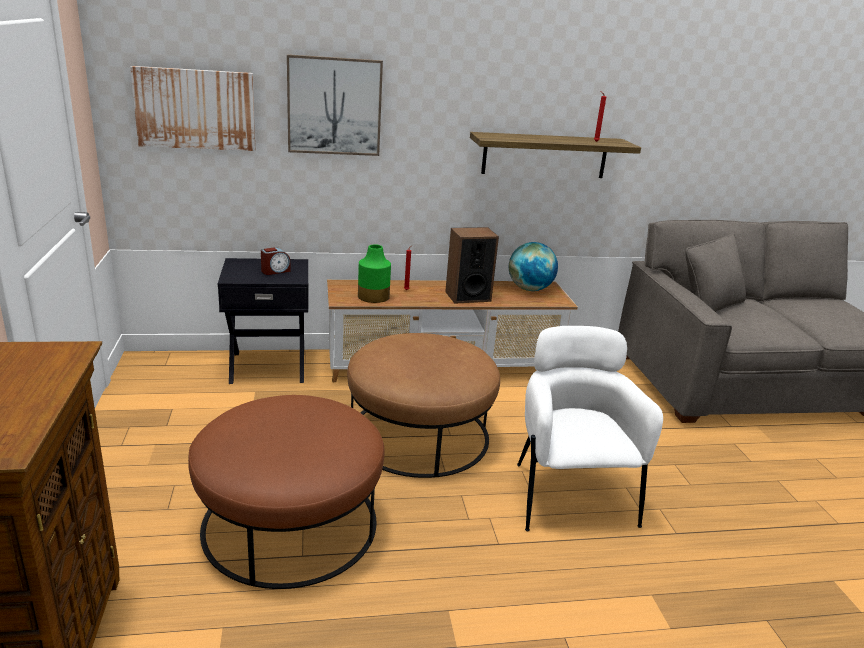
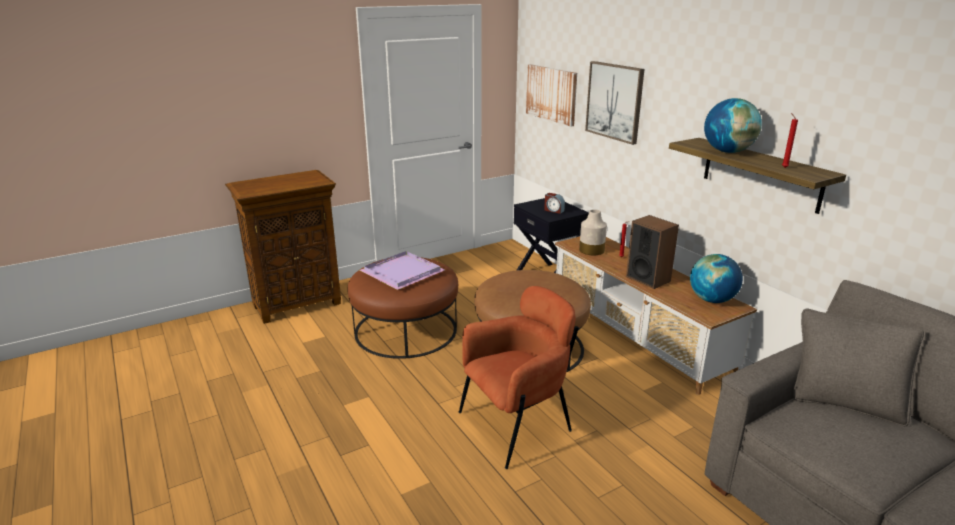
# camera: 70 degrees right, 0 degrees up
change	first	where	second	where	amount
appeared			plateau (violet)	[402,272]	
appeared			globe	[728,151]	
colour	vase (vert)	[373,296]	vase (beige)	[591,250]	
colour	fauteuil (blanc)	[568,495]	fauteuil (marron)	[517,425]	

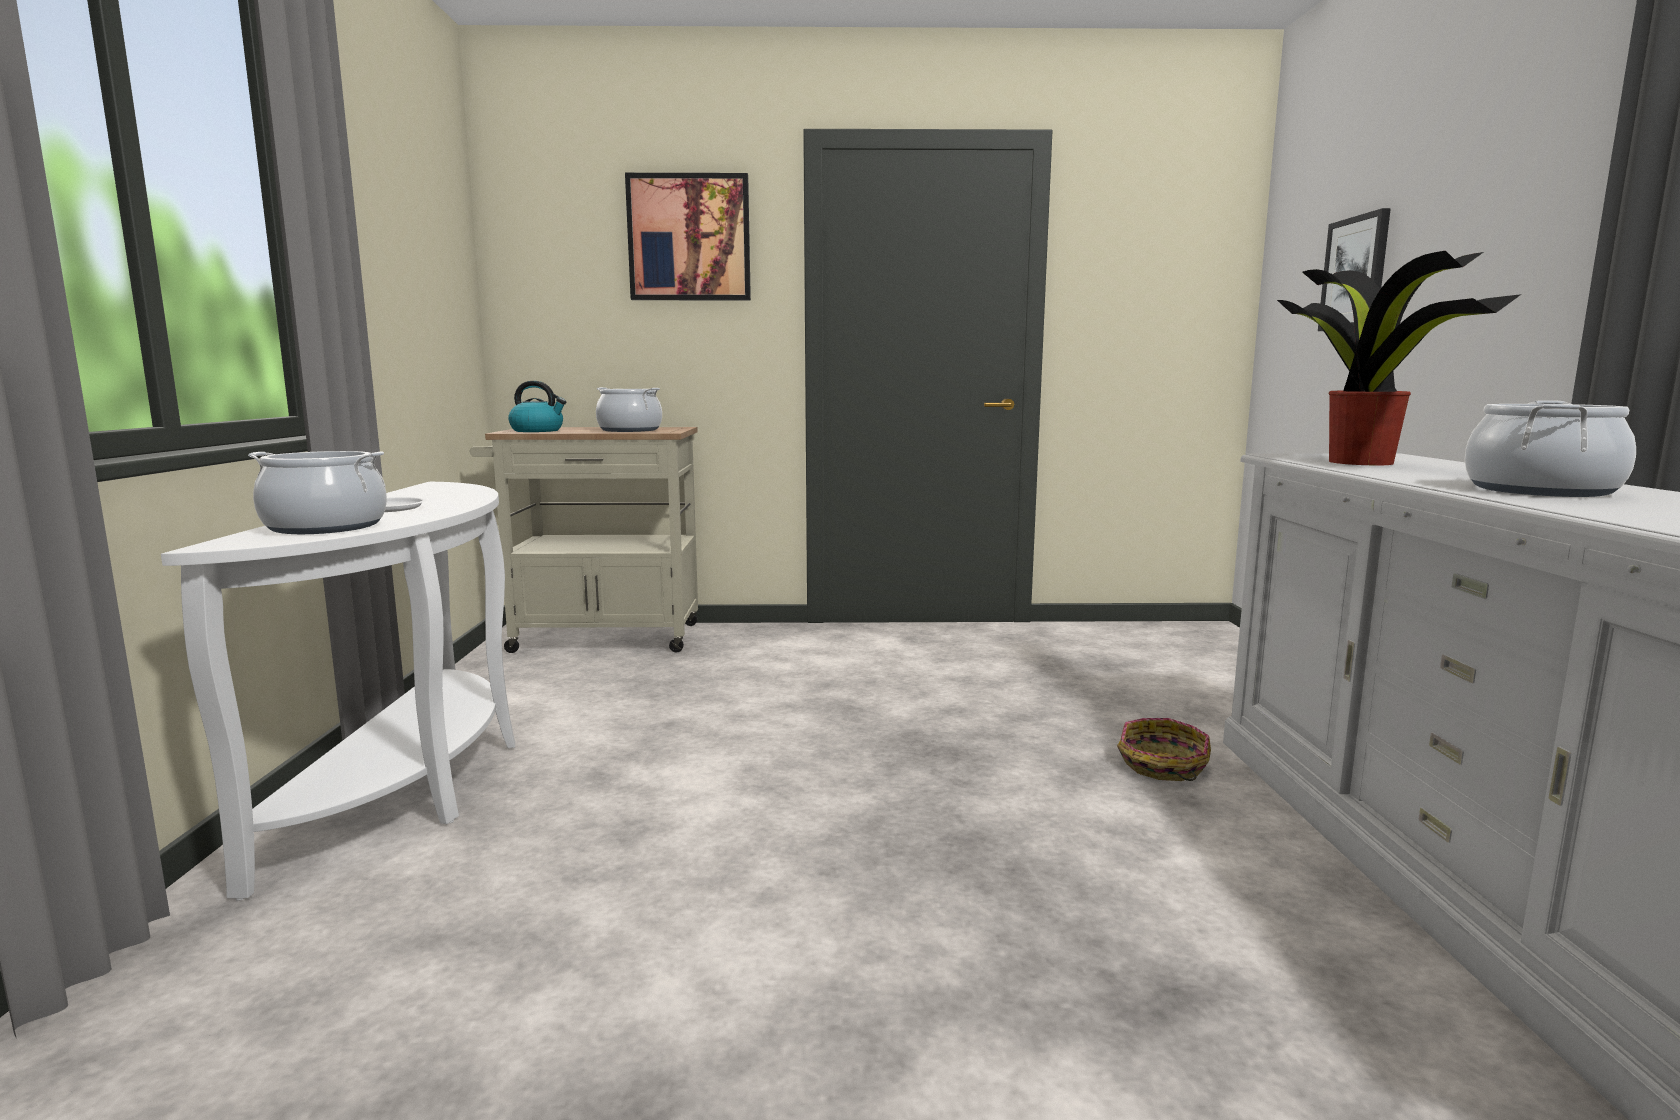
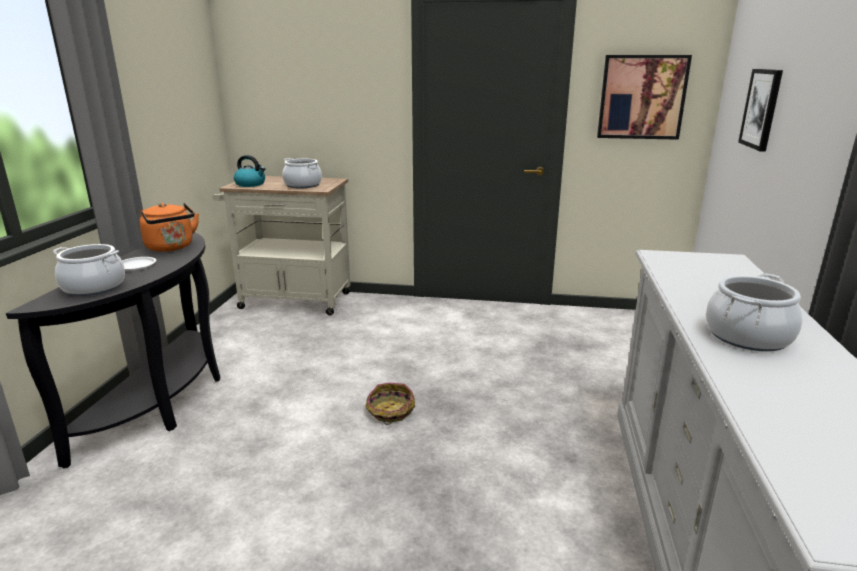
# camera: 10 degrees right, 10 degrees up
change	first	where	second	where	amount
missing	plante en pot	[1363,463]			
appeared			bouilloire (orange)	[171,247]	
relocated	tableau	[689,238]		[642,97]	
relocated	panier	[1162,766]		[390,411]	
colour	table console (blanc)	[419,782]	table console (noir)	[165,400]	

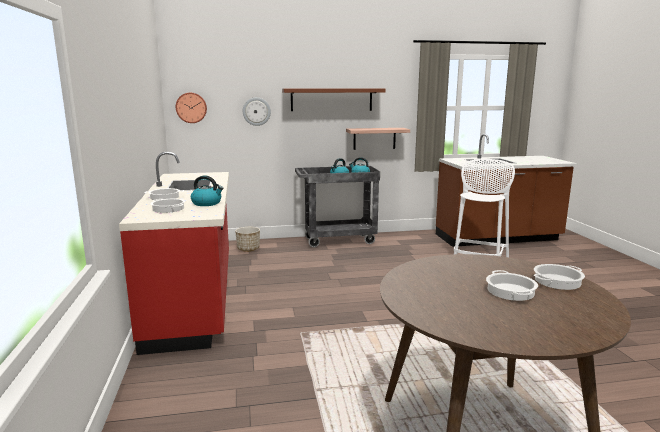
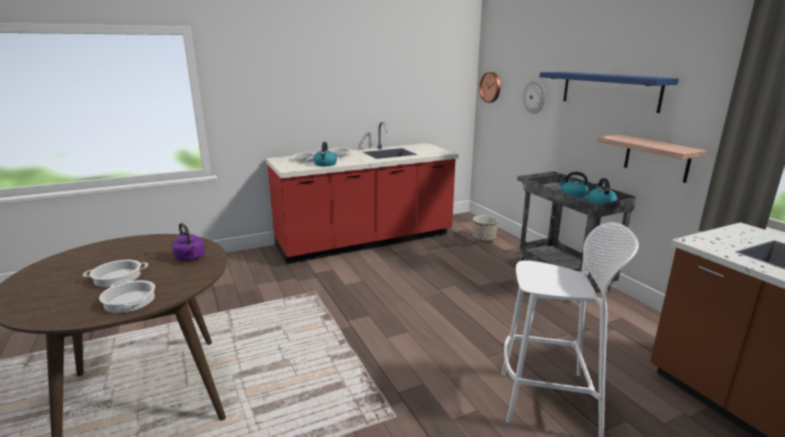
# camera: 75 degrees right, 5 degrees up
change	first	where	second	where	amount
appeared			bouilloire (violet)	[190,258]	
colour	étagère (marron)	[331,99]	étagère (bleu)	[609,90]	

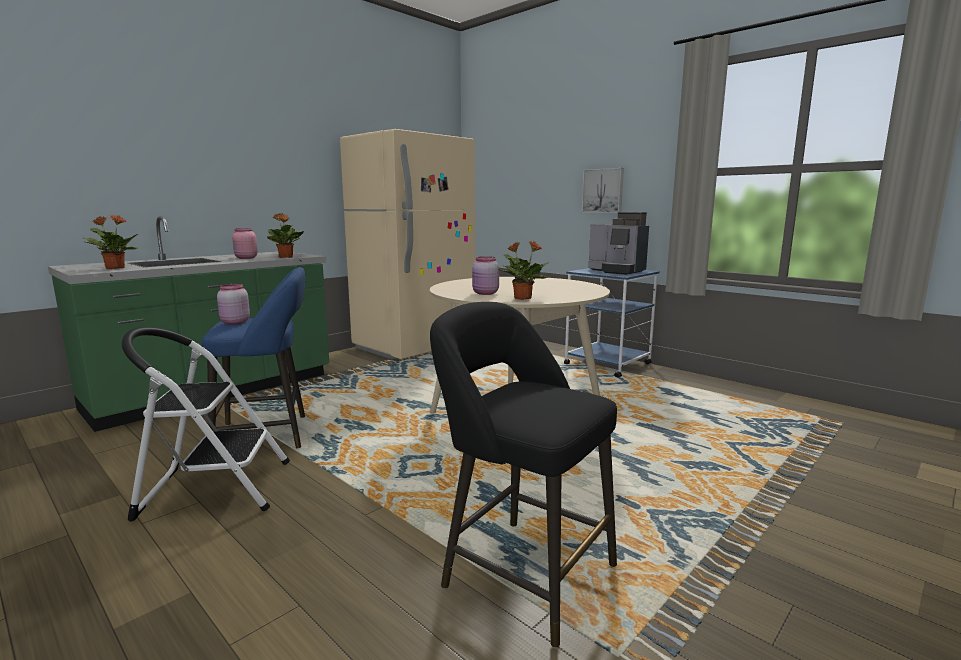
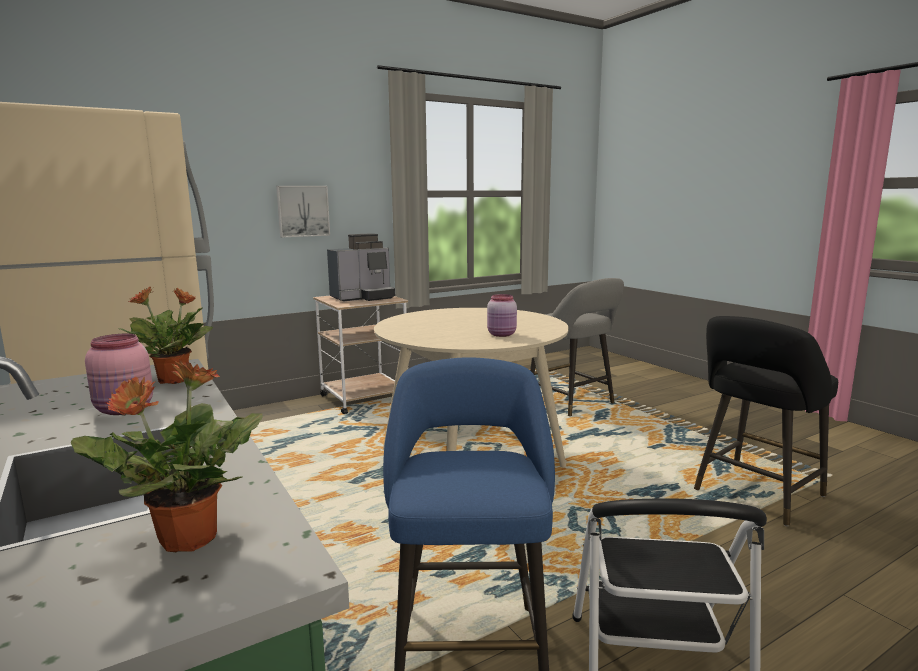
# camera: 75 degrees left, 0 degrees up
change	first	where	second	where	amount
missing	bocal (rose)	[234,322]			
missing	plante en pot	[522,298]			
appeared			tabouret (gris)	[573,403]	
colour	chariot (bleu)	[608,365]	chariot (beige)	[365,398]	

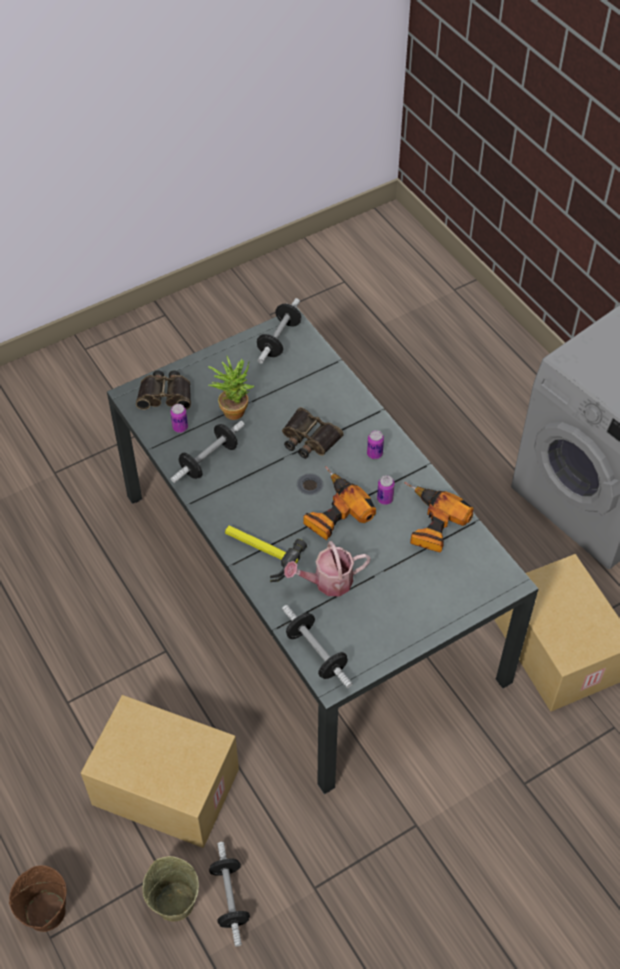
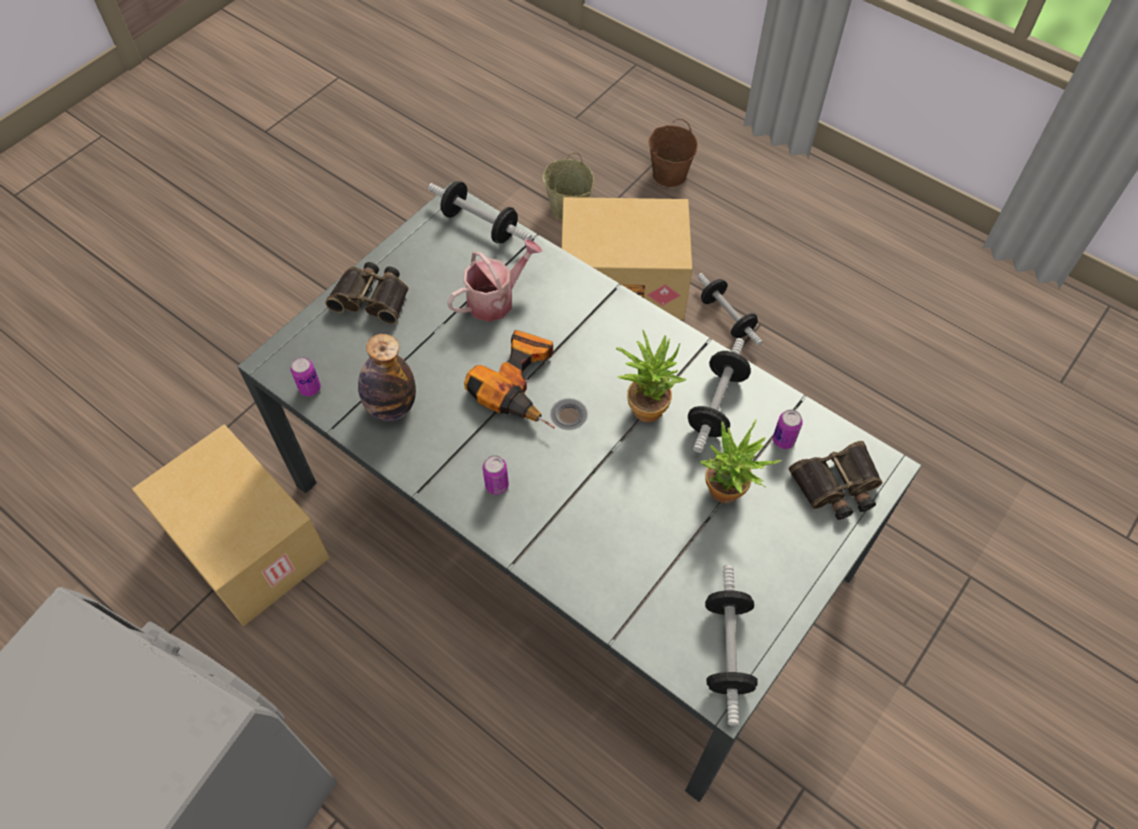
# camera: 160 degrees right, 5 degrees up
change	first	where	second	where	amount
missing	marteau	[259,551]			
appeared			plante en pot	[646,403]	
relocated	haltère	[230,898]		[727,317]	
relocated	jumelles	[308,439]		[372,297]	
relocated	boîte métallique	[385,499]		[310,388]	
exchanged	perceuse	[430,523]	bouteille	[391,406]	

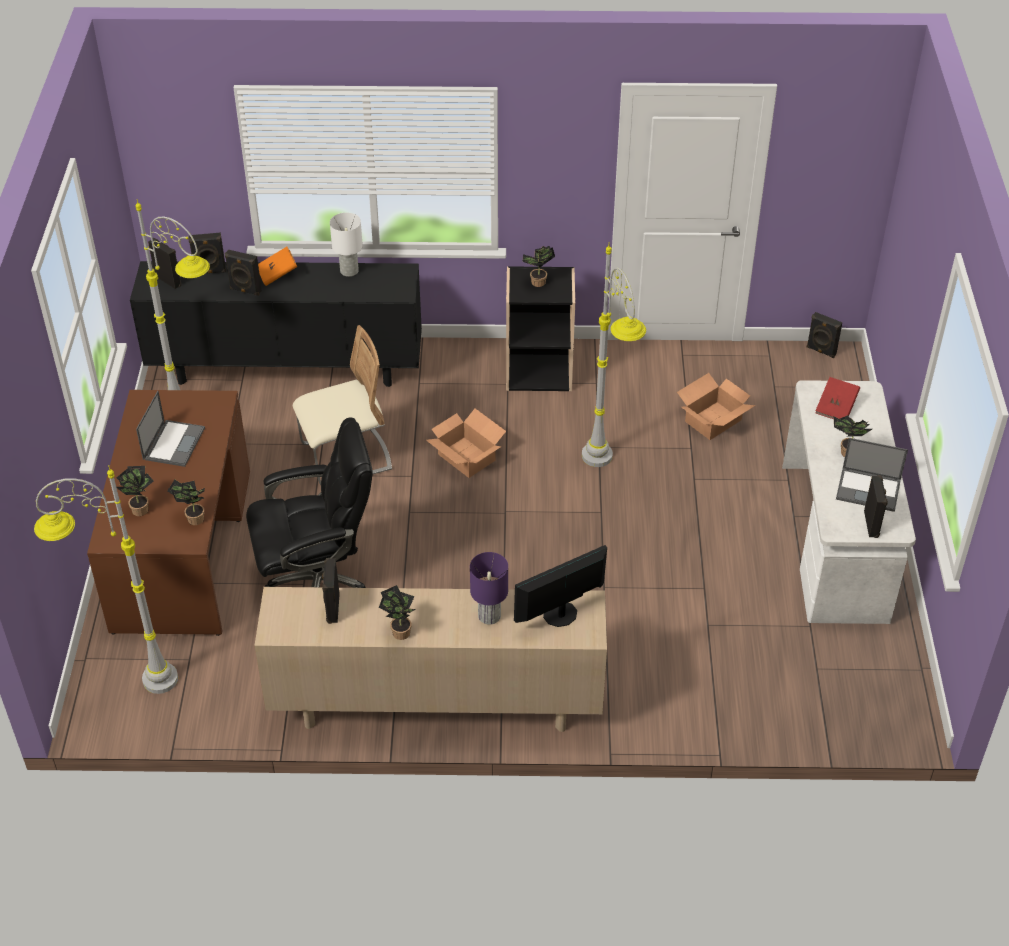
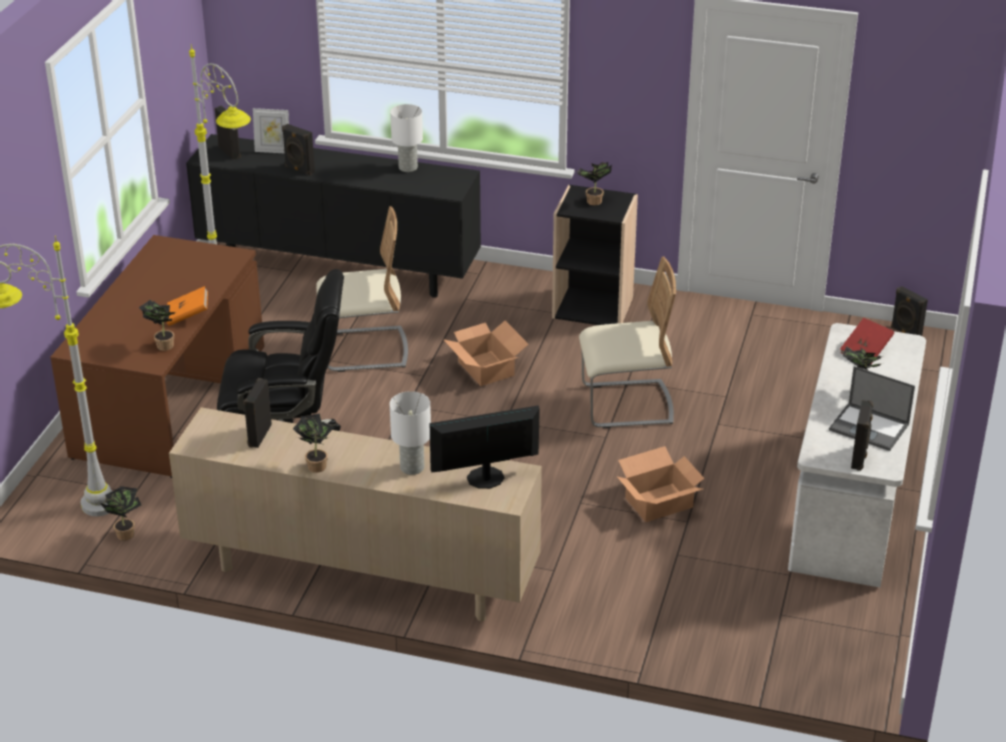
# camera: 15 degrees right, 10 degrees down
change	first	where	second	where	amount
missing	ordinateur portable	[174,443]			
relocated	plante en pot	[139,508]		[125,533]	
relocated	livre (orange)	[277,274]		[188,316]	
relocated	carton	[714,421]		[660,503]	
exchanged	enceinte (noir)	[210,272]	cadre photo	[273,151]	
exchanged	lampadaire (gris)	[607,474]	chaise (beige)	[626,405]	
colour	lampe de table (violet)	[489,615]	lampe de table (blanc)	[412,467]	

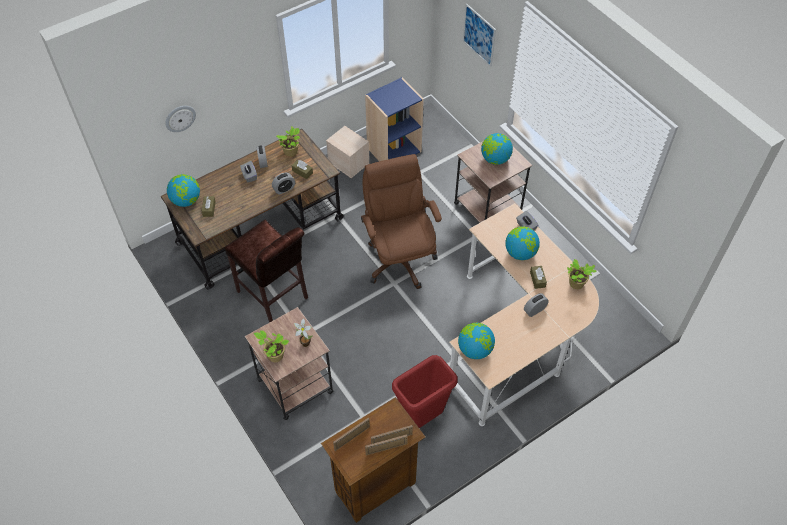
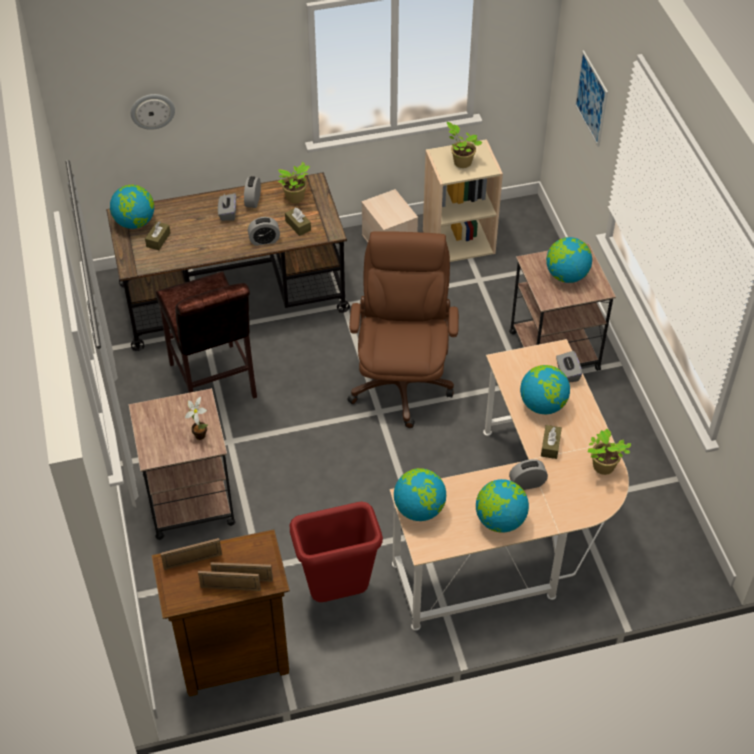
# camera: 20 degrees right, 5 degrees down
change	first	where	second	where	amount
appeared			globe	[500,520]	
relocated	plante en pot	[274,355]		[461,162]	
colour	bibliothèque (bleu)	[394,149]	bibliothèque (beige)	[459,241]	

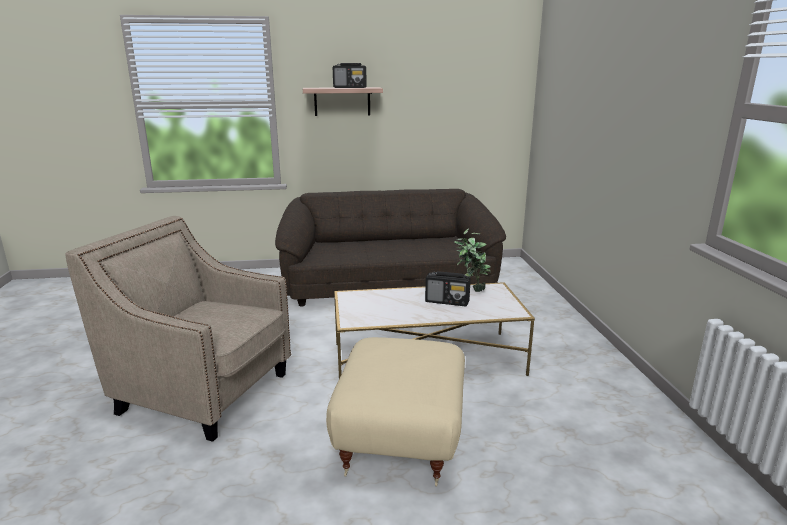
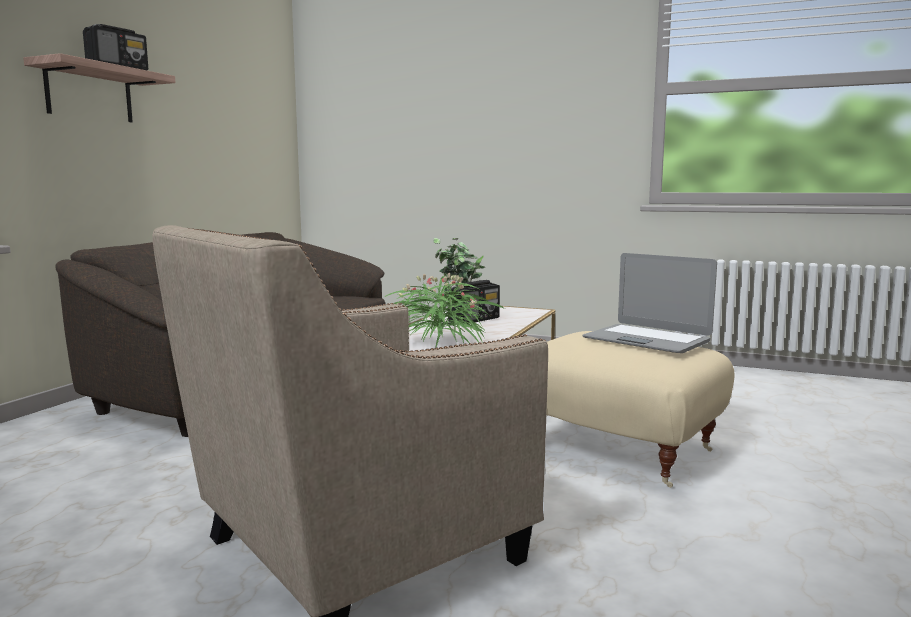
# camera: 60 degrees left, 10 degrees down
change	first	where	second	where	amount
appeared			plante en pot	[440,341]	
appeared			ordinateur portable	[647,340]	

